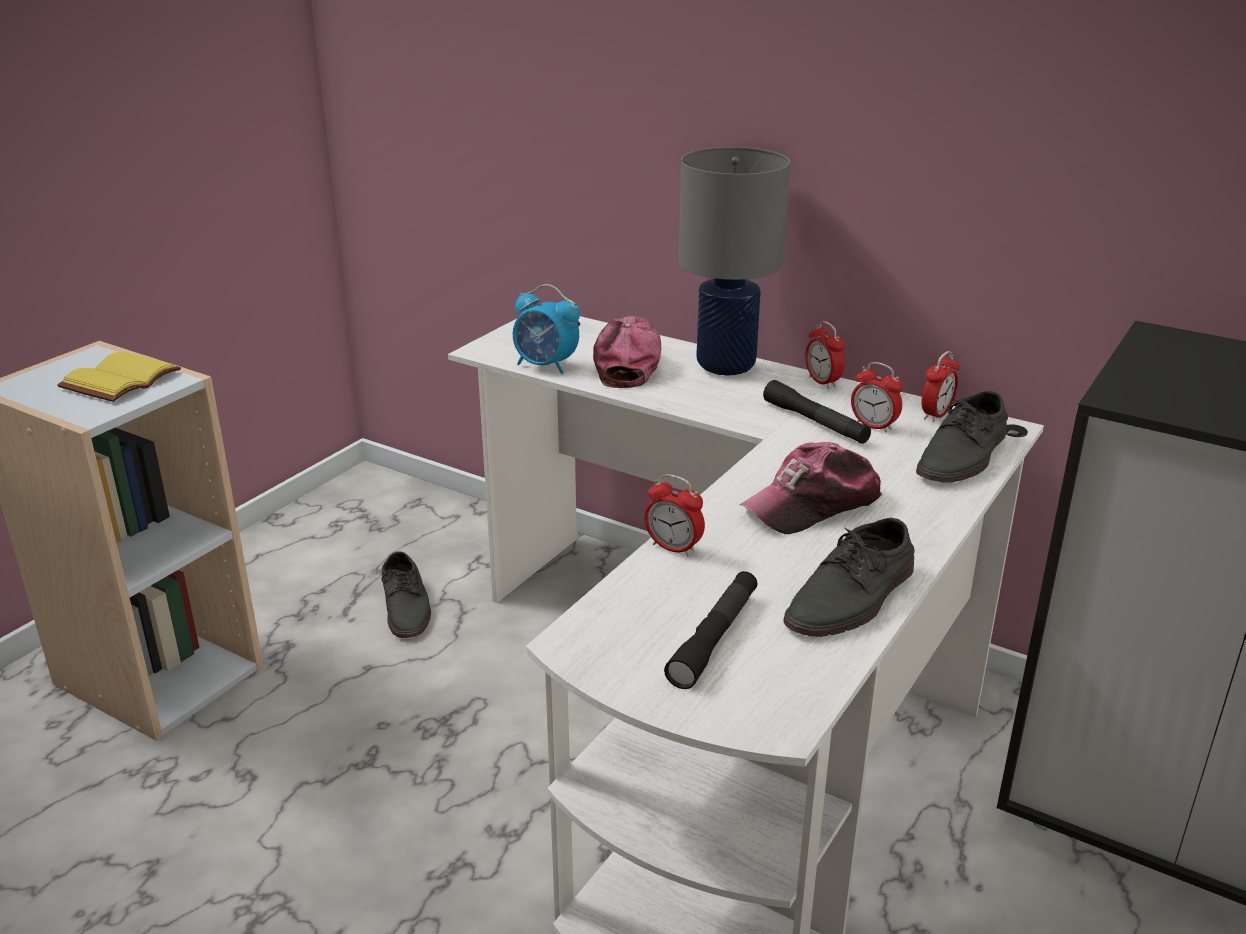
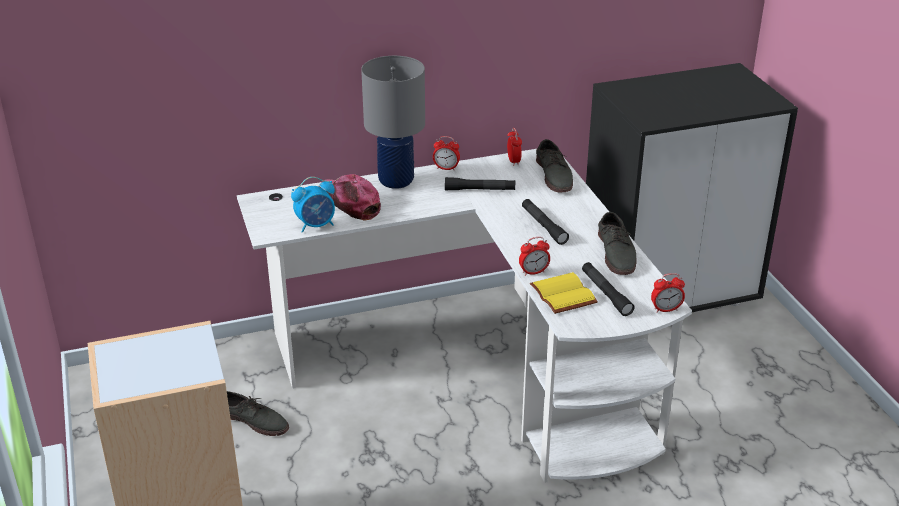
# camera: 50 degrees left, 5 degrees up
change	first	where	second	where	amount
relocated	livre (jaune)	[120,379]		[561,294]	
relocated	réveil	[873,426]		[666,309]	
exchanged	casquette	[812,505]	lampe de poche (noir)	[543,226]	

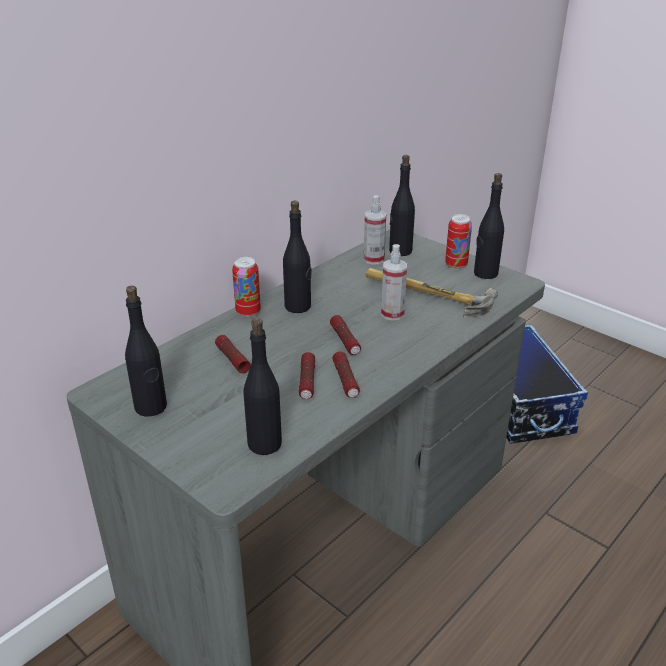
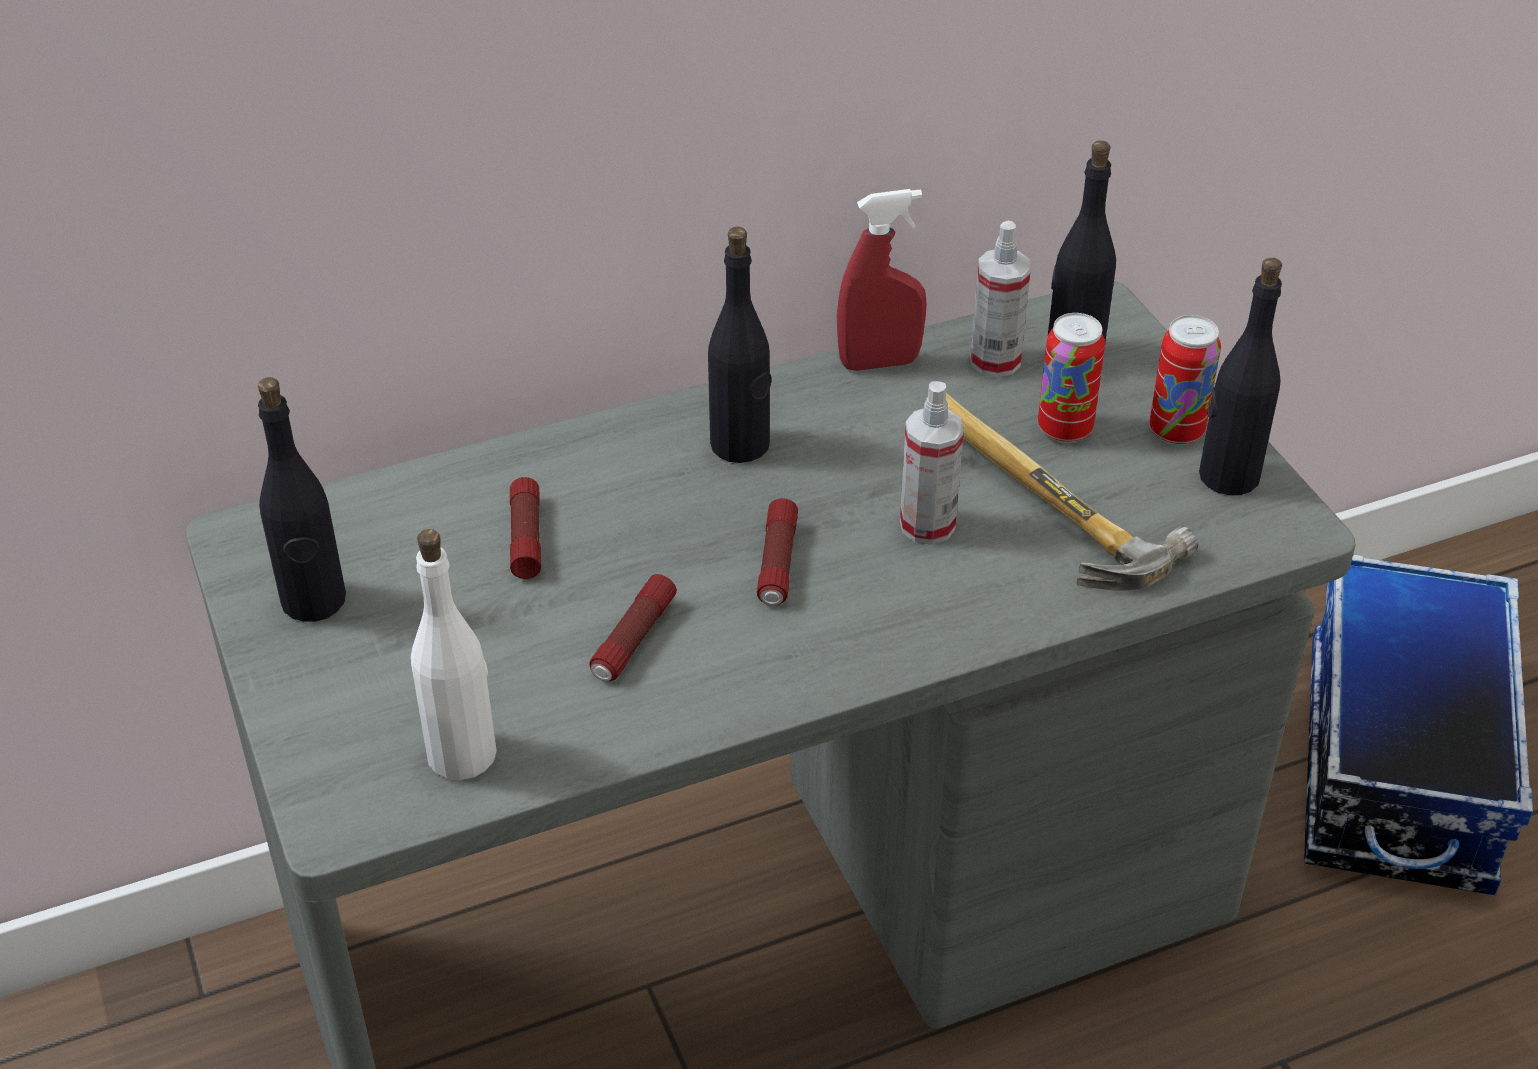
# camera: 25 degrees right, 10 degrees up
change	first	where	second	where	amount
missing	lampe de poche	[345,380]			
appeared			vaporisateur (rouge)	[879,362]	
relocated	boîte métallique	[248,312]		[1064,429]	
colour	bouteille (noir)	[265,443]	bouteille (blanc)	[463,754]	

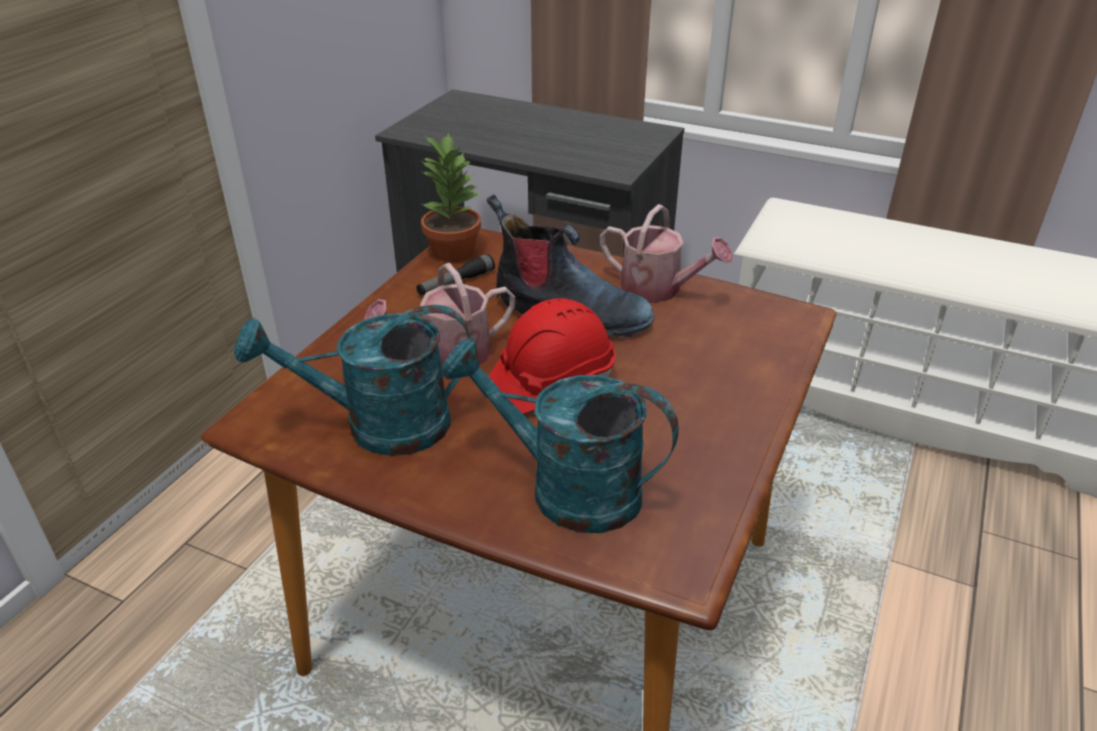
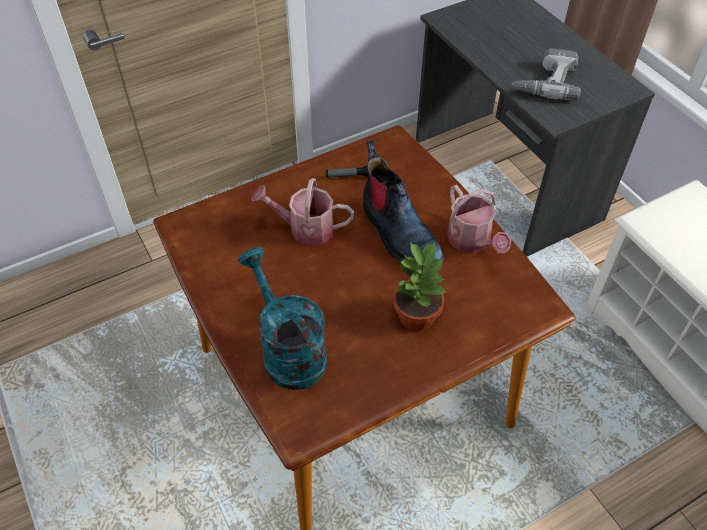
# camera: 35 degrees right, 15 degrees up
change	first	where	second	where	amount
missing	arrosoir (turquoise)	[379,427]			
missing	casque de chantier (rouge)	[551,382]			
appeared			perceuse	[545,81]	
relocated	plante en pot	[452,251]		[416,315]	

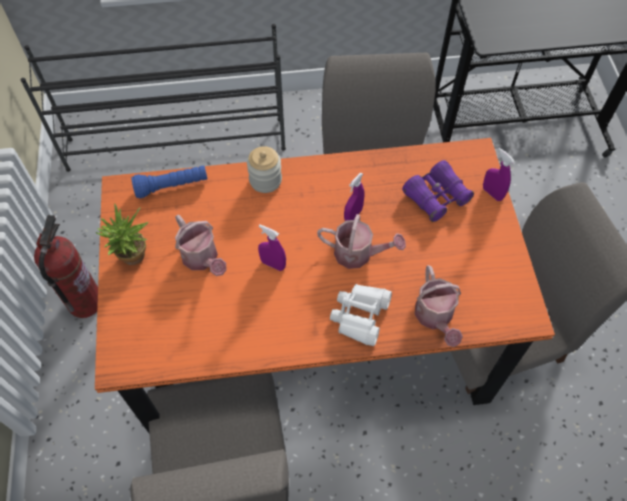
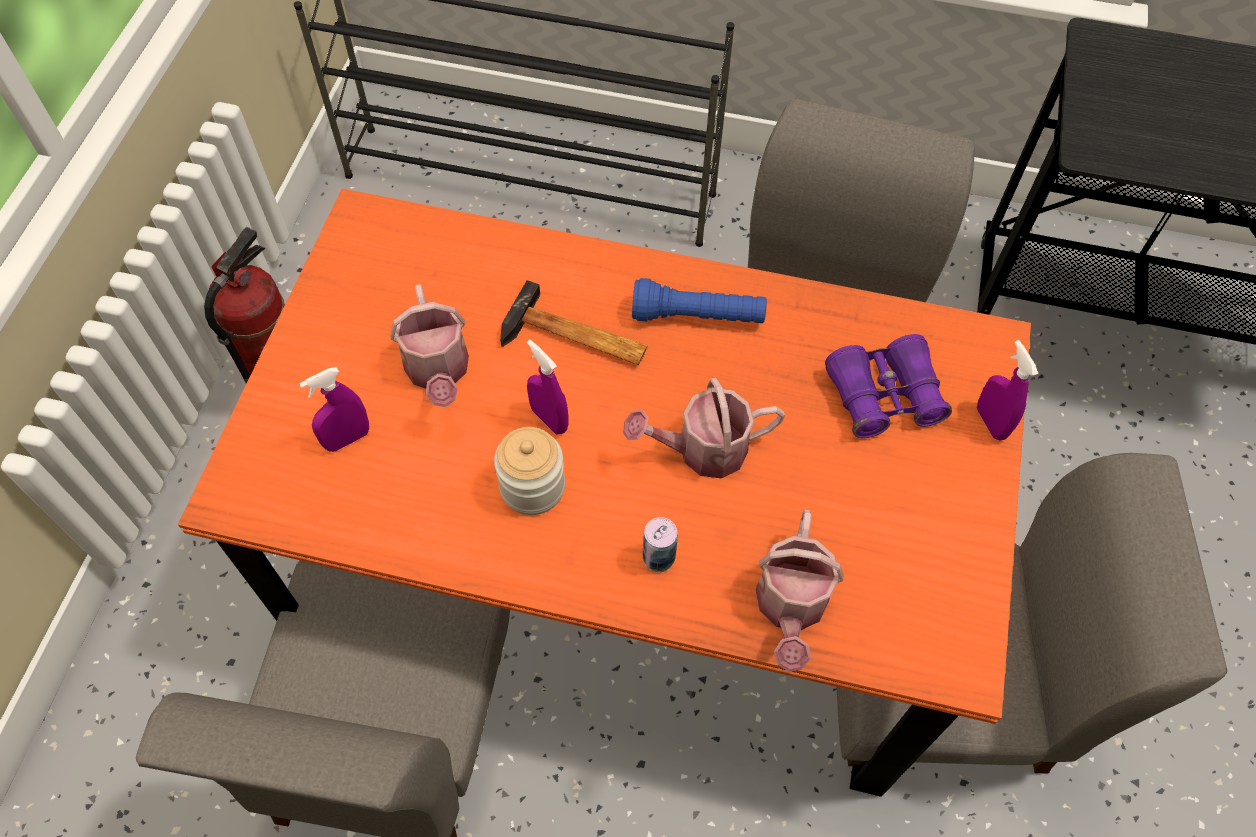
# camera: 20 degrees right, 0 degrees up
change	first	where	second	where	amount
missing	plante en pot	[134,259]			
appeared			marteau	[576,340]	
relocated	lampe de poche (bleu)	[172,186]		[698,316]	
relocated	bocal	[265,180]		[532,487]	
relocated	vaporisateur (violet)	[353,215]		[347,439]	
exchanged	jumelles (blanc)	[360,316]	boîte métallique	[658,558]	
spun	arrosoir	[358,254]		[702,450]	135 degrees clockwise

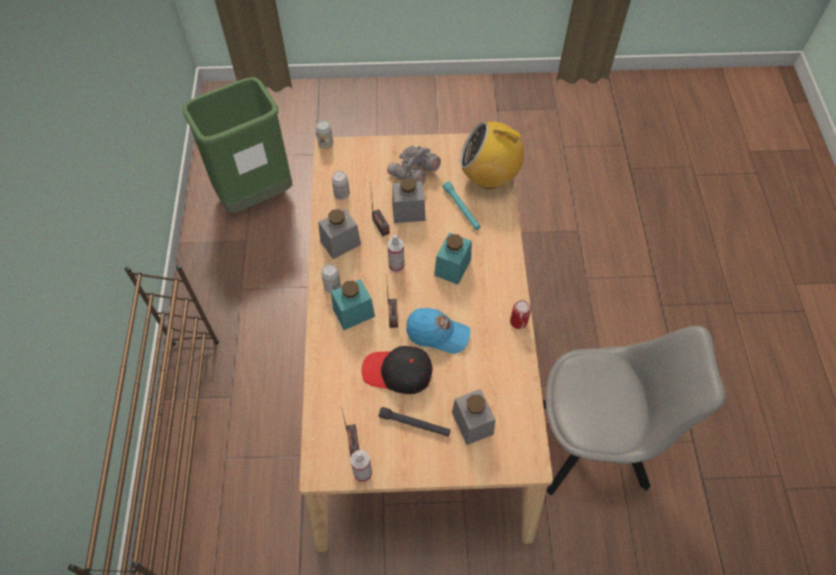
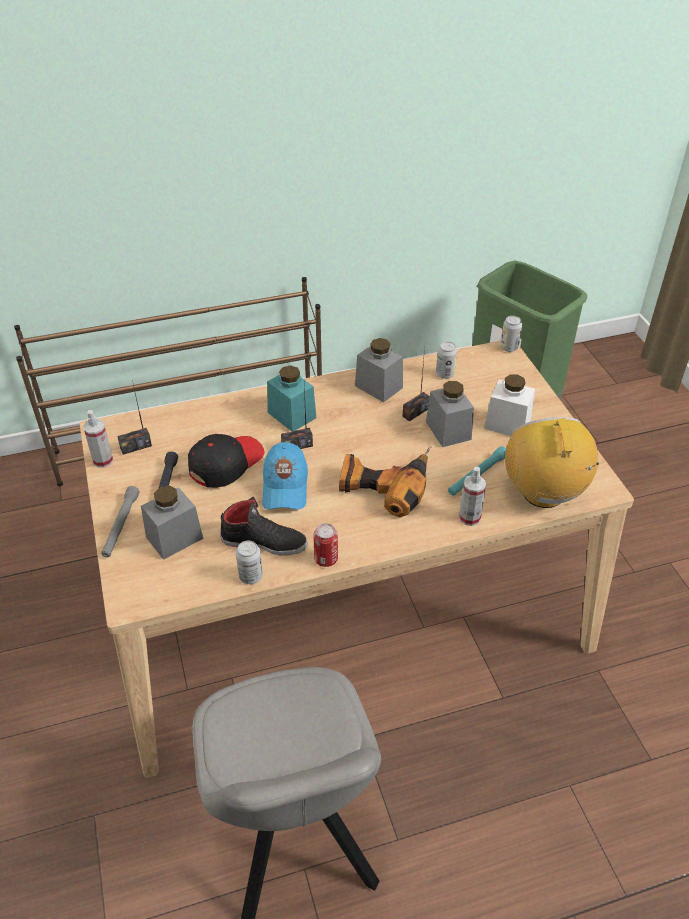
# camera: 75 degrees right, 15 degrees down
change	first	where	second	where	amount
appeared			lampe de poche (gris)	[121,525]	
appeared			chaussure (noir)	[264,541]	
relocated	boîte métallique	[332,286]		[250,576]	
relocated	vaporisateur	[396,265]		[469,517]	
exchanged	jumelles (gris)	[413,174]	bocal (blanc)	[507,424]	
exchanged	bocal (turquoise)	[452,267]	perceuse	[384,483]	
spun	casquette (noir)	[398,372]		[226,463]	45 degrees clockwise

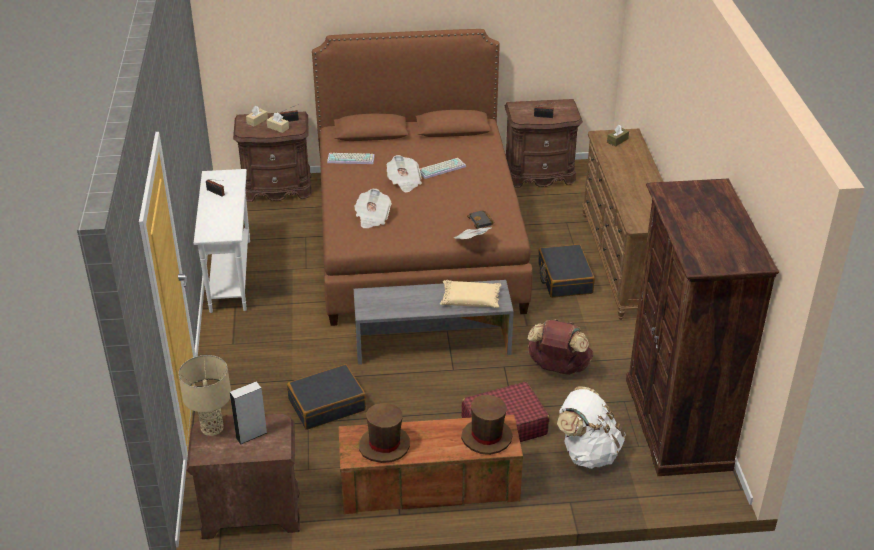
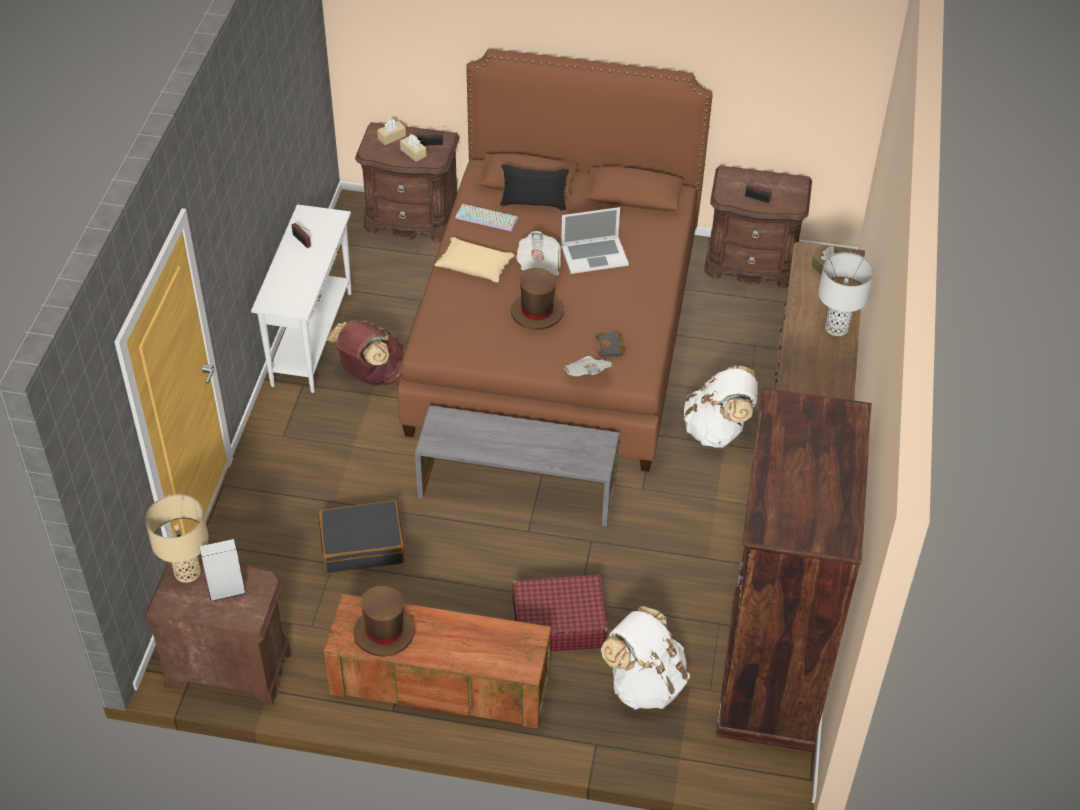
# camera: 15 degrees right, 10 degrees up
change	first	where	second	where	amount
missing	journal	[372,218]			
appeared			coussin (noir)	[533,203]	
appeared			lampe de table (blanc)	[836,328]	
relocated	coussin (beige)	[470,298]		[474,264]	
relocated	chapeau (marron)	[486,437]		[536,313]	
relocated	sac à dos (marron)	[558,368]		[371,375]	
exchanged	clavier	[441,168]	ordinateur portable	[594,255]	
exchanged	valise (noir)	[564,279]	sac à dos (blanc)	[717,430]	

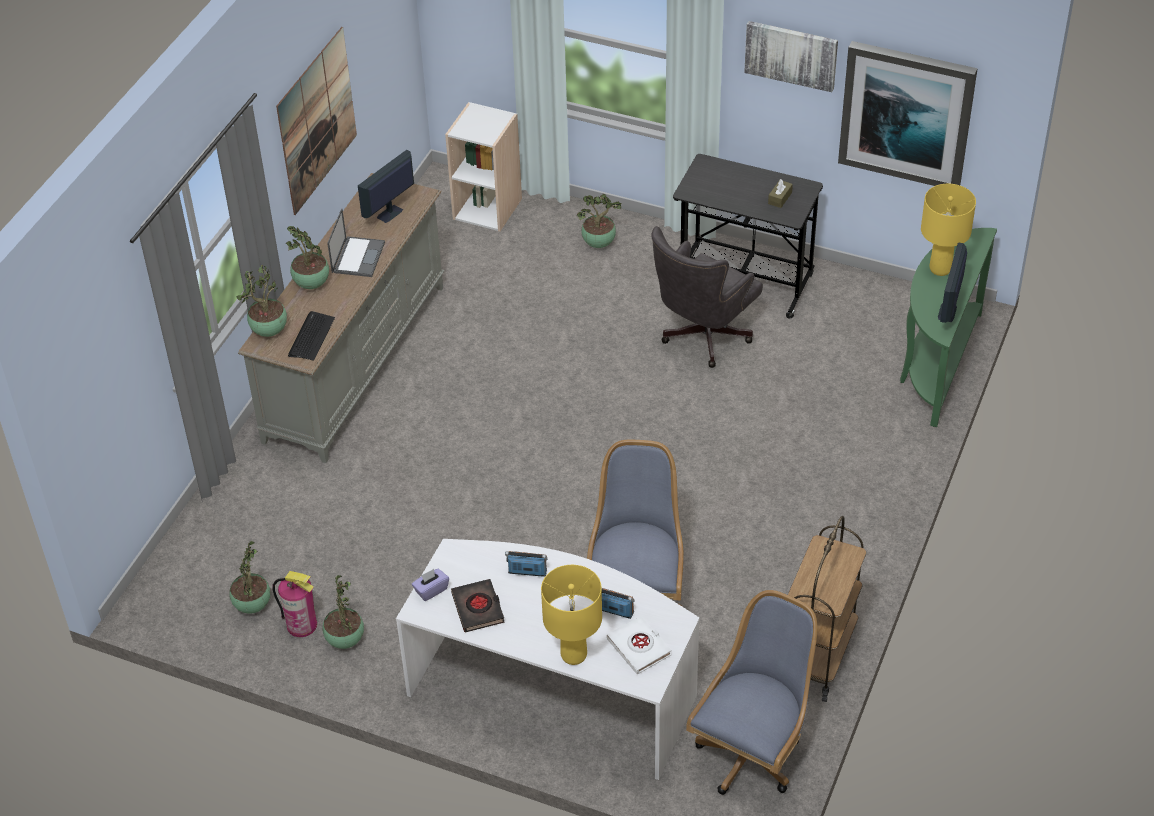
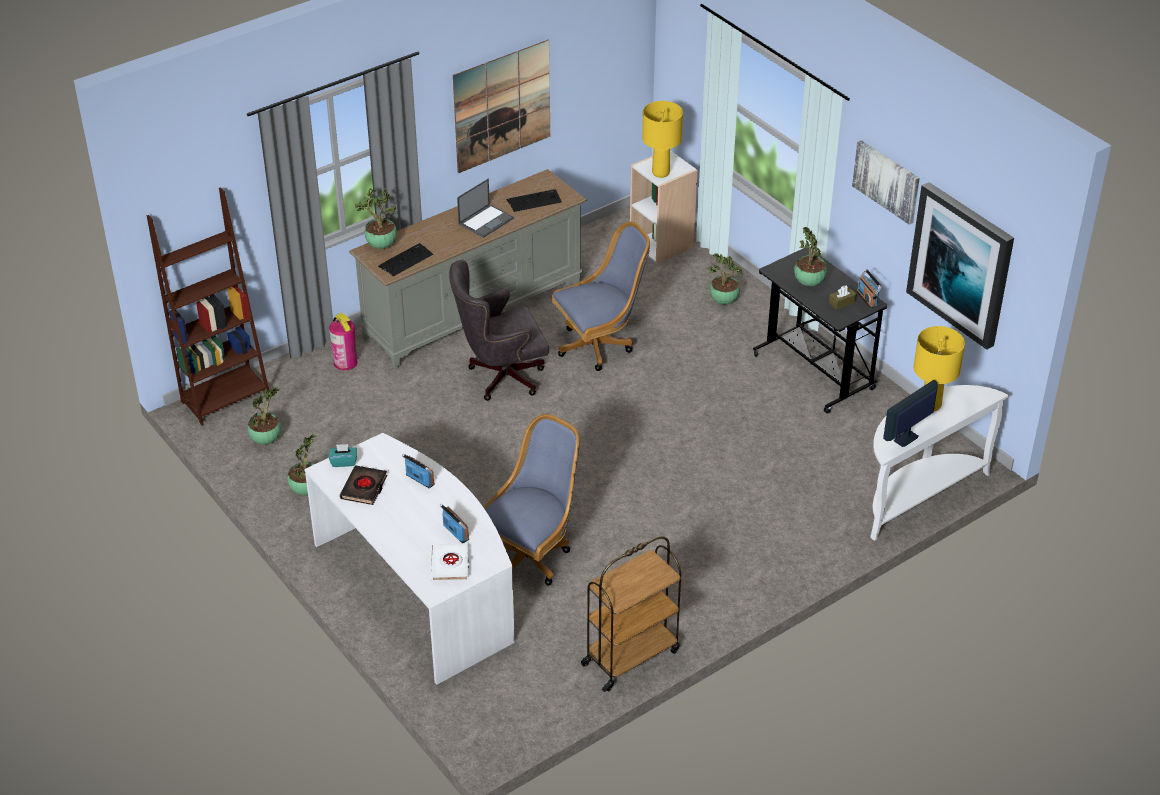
# camera: 30 degrees right, 5 degrees down
change	first	where	second	where	amount
appeared			bibliothèque (marron)	[225,398]	
appeared			radio	[867,299]	
relocated	extincteur	[302,624]		[345,362]	
relocated	plante en pot	[312,284]		[809,283]	
relocated	lampe de table (jaune)	[574,655]		[661,173]	
relocated	chaise de bureau (gris)	[703,339]		[501,378]	
relocated	chaise de bureau (bleu)	[753,750]		[600,345]	
exchanged	écran d'ordinateur	[389,214]	clavier	[534,201]	
colour	boîte à mouchoirs (violet)	[431,590]	boîte à mouchoirs (turquoise)	[343,462]	
colour	table console (vert)	[936,364]	table console (blanc)	[917,495]	

